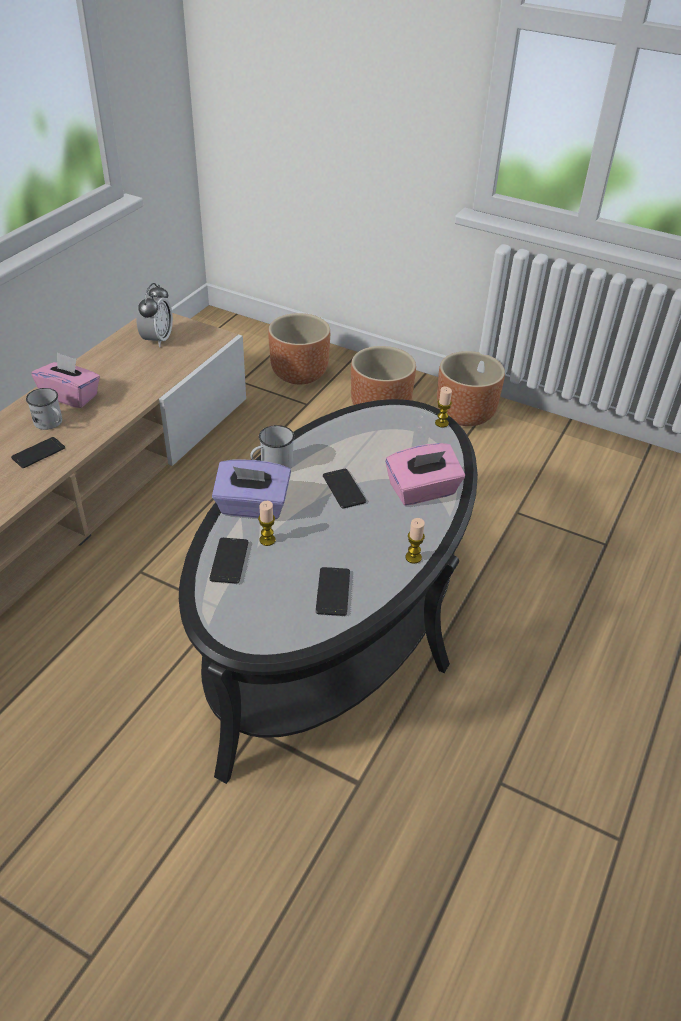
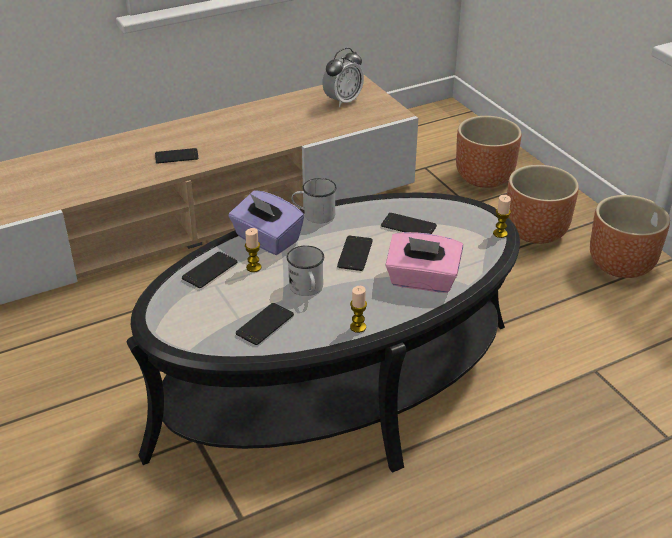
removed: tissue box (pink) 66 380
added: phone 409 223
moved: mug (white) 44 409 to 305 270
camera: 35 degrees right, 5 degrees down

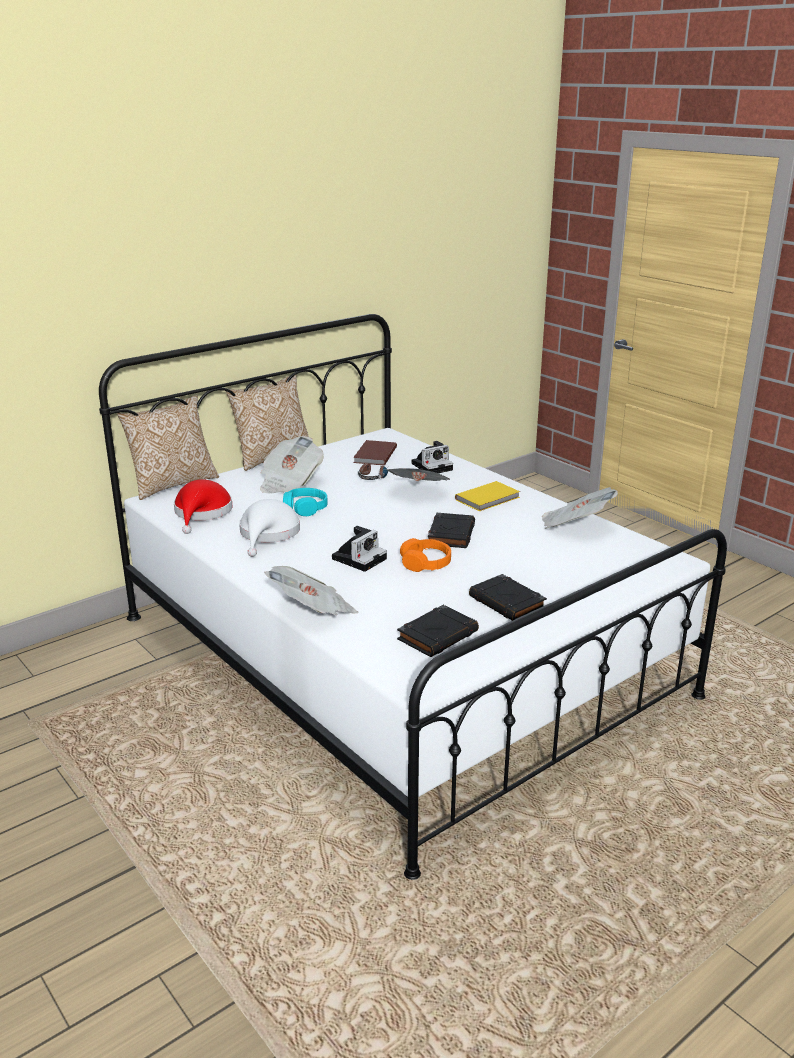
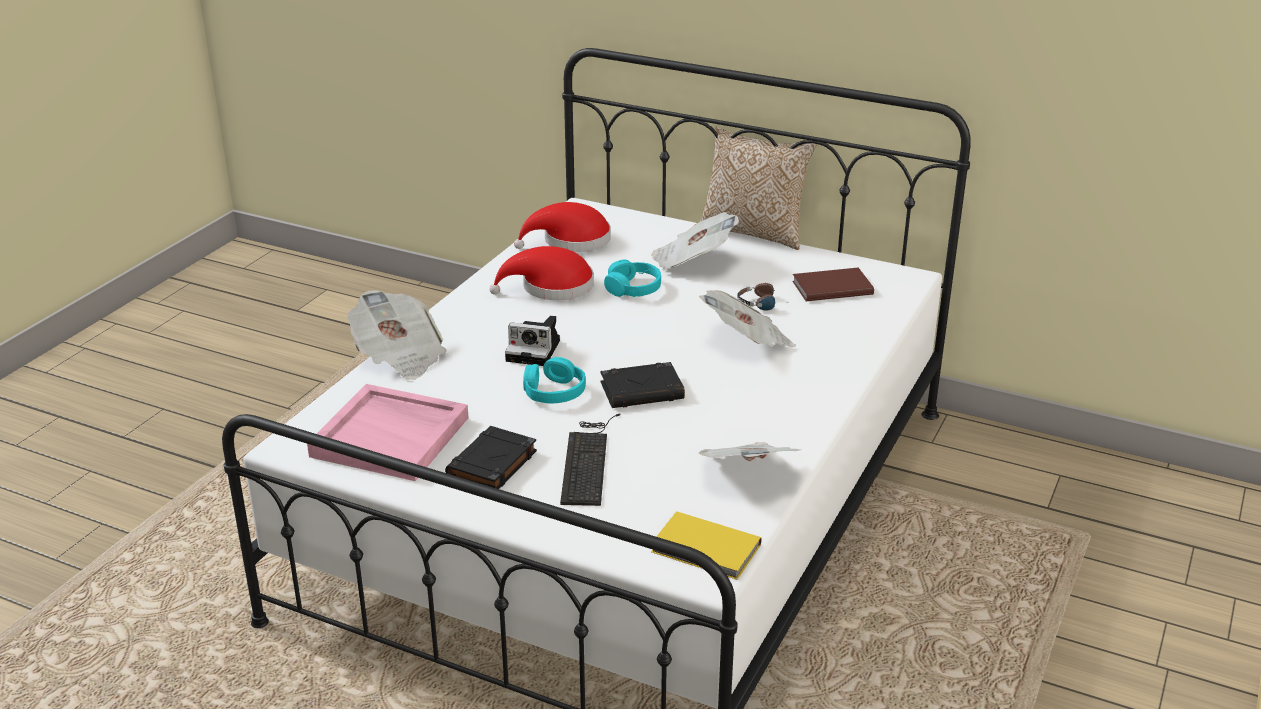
removed: pillow 168 447; photo camera 432 457
added: keyboard 590 460
moved: book (yellow) 487 496 to 706 545
replaced: book (black) 438 631 to tray (pink) 387 432
recoloured: hat (white) 269 528 to hat (red) 542 273; headphones (orange) 425 555 to headphones (turquoise) 554 380
camera: 65 degrees right, 5 degrees up

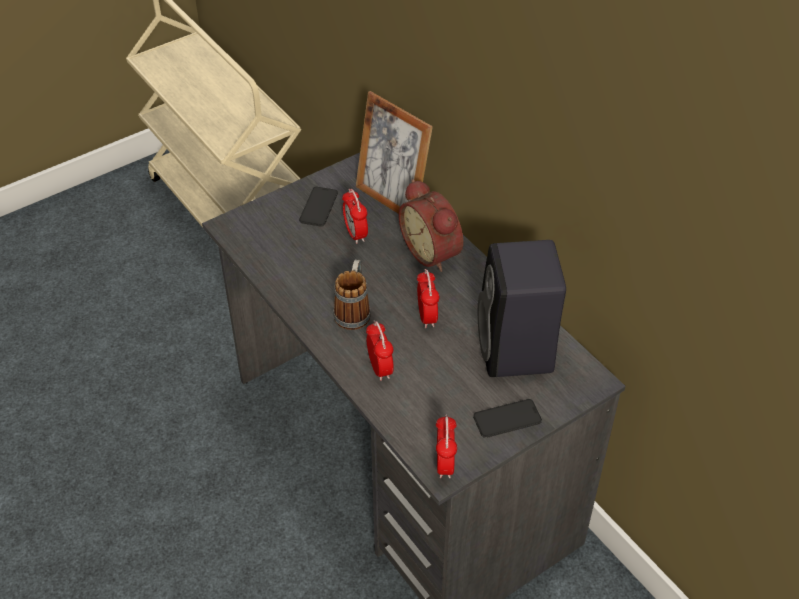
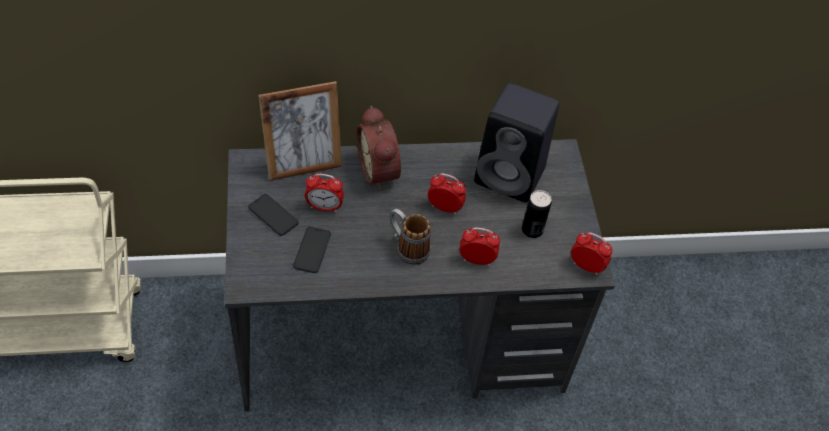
added: can 536 214
moved: phone 507 418 to 312 250
turned: alarm clock 431 225 = 378 148 75 degrees clockwise
camera: 65 degrees left, 5 degrees up

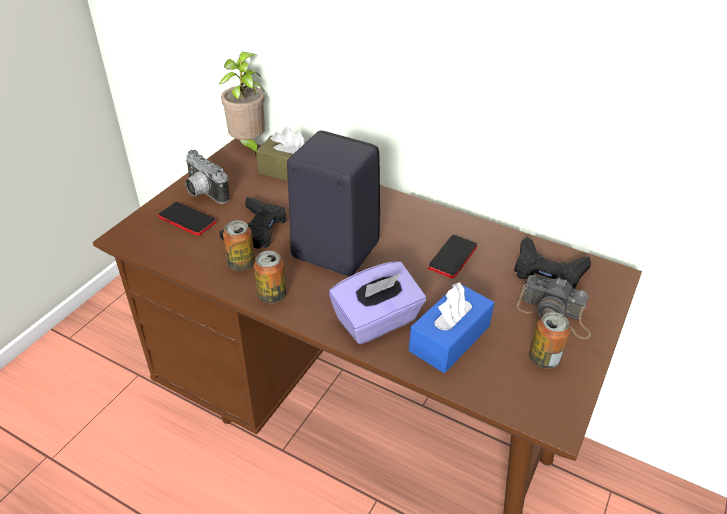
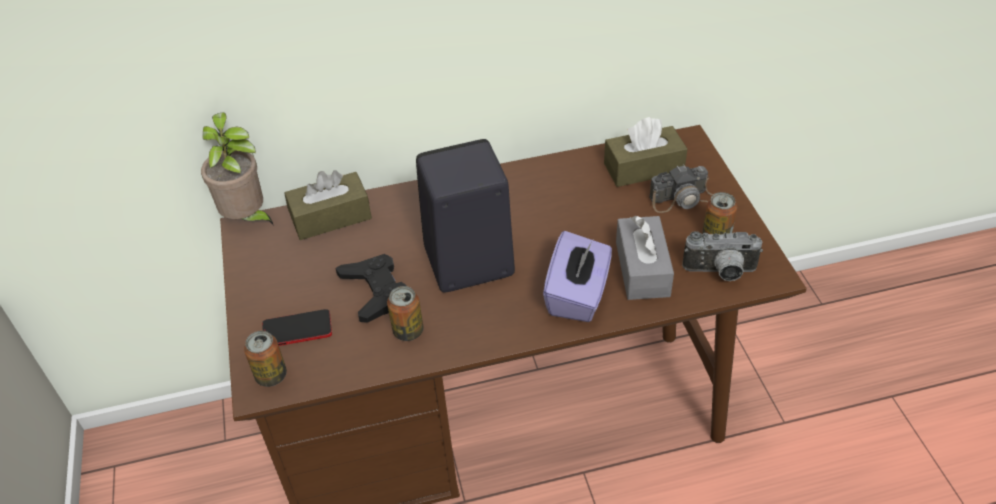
removed: phone 452 256
moved: photo camera 207 177 to 722 256; can 270 277 to 265 359
replaced: game controller (black) 552 263 to tissue box (brown) 645 152
recoloured: tissue box (blue) 451 327 to tissue box (grey) 645 258
camera: 40 degrees left, 5 degrees up

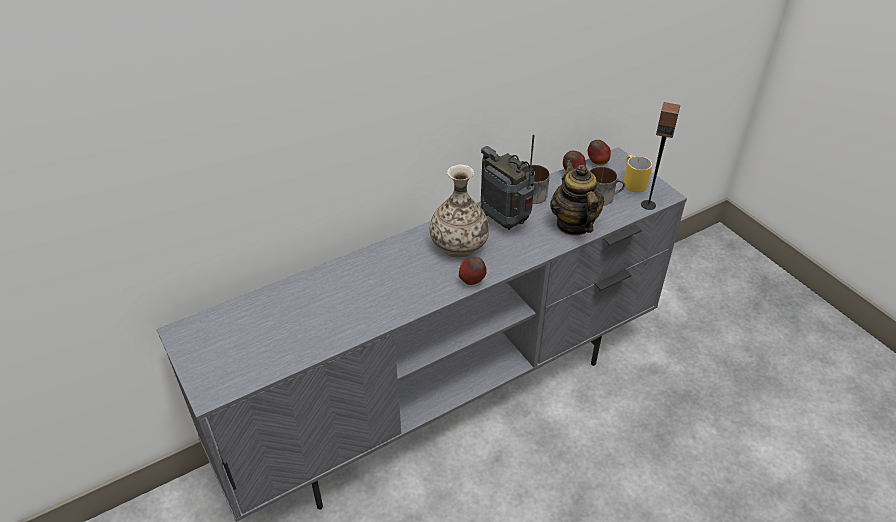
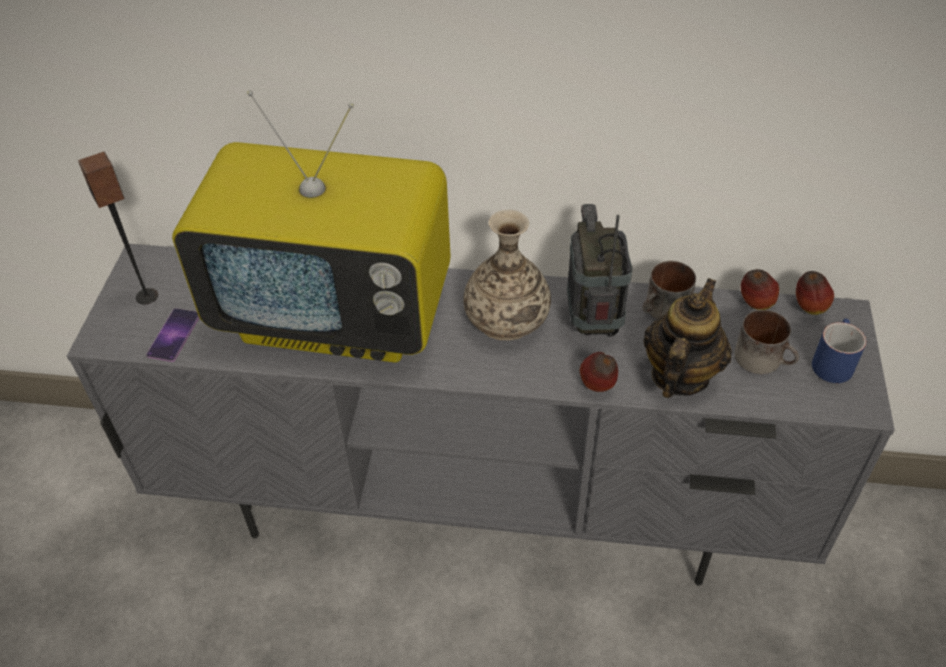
added: phone 172 335; television 311 226
moved: apple 473 271 to 599 372; speaker 660 156 to 118 228
recoloured: mug (yellow) 638 173 to mug (blue) 839 351
camera: 40 degrees right, 5 degrees up

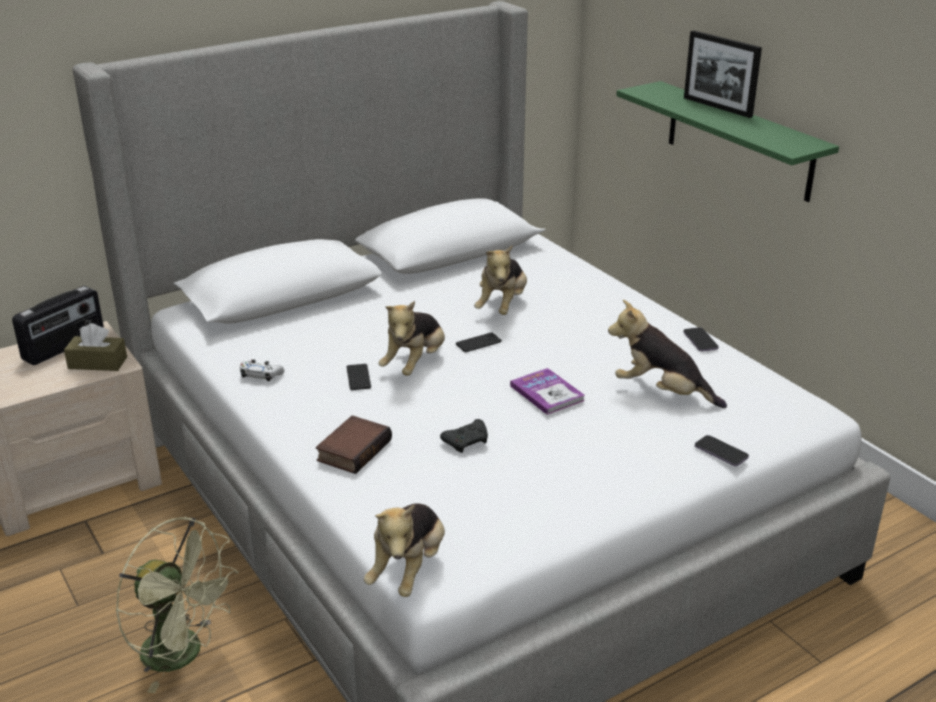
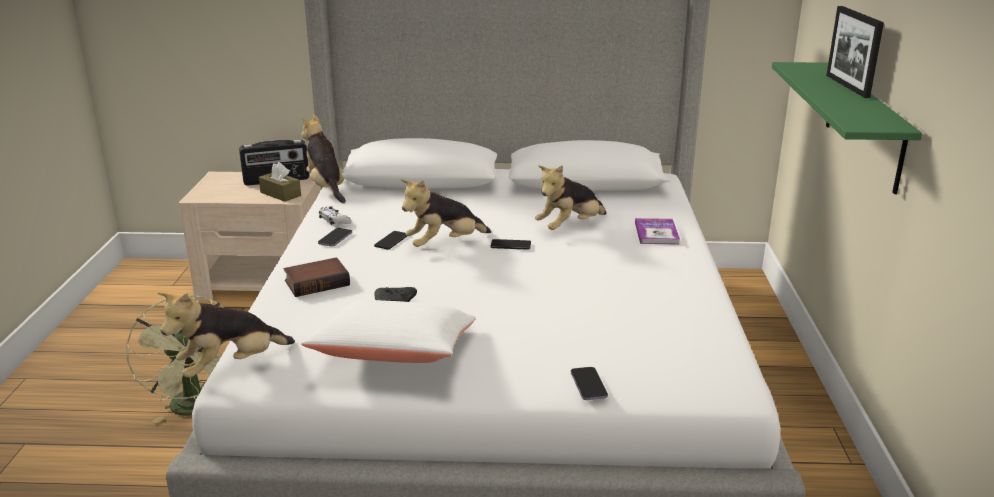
added: pillow (white) 388 331
moved: book 547 391 to 657 231; plush toy 667 354 to 323 159; phone 701 339 to 335 237
camera: 35 degrees right, 5 degrees down

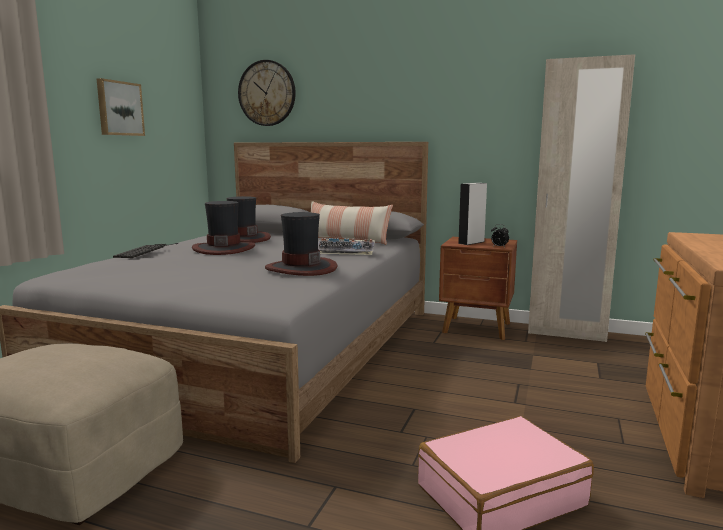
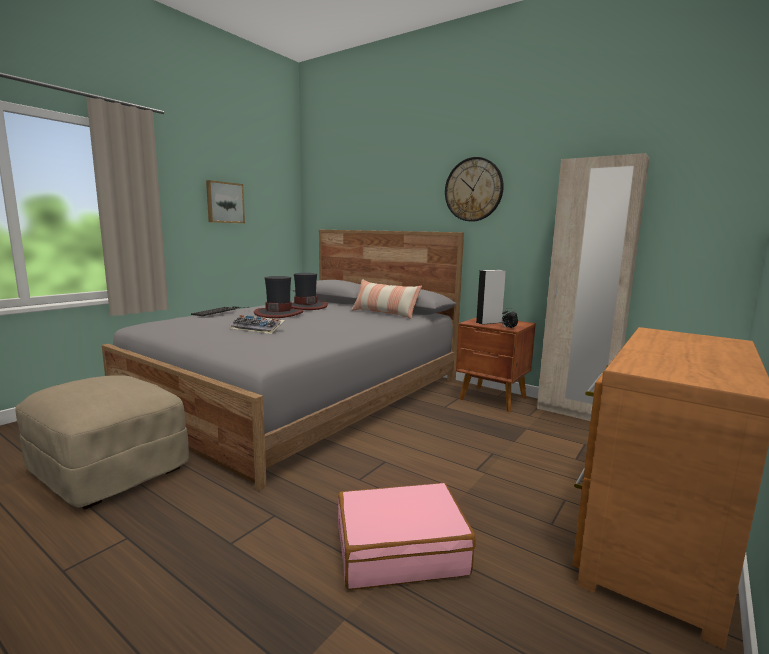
removed: hat 301 244
moved: wall clock 267 93 to 474 189; keyboard 346 246 to 257 324
camera: 15 degrees right, 0 degrees up

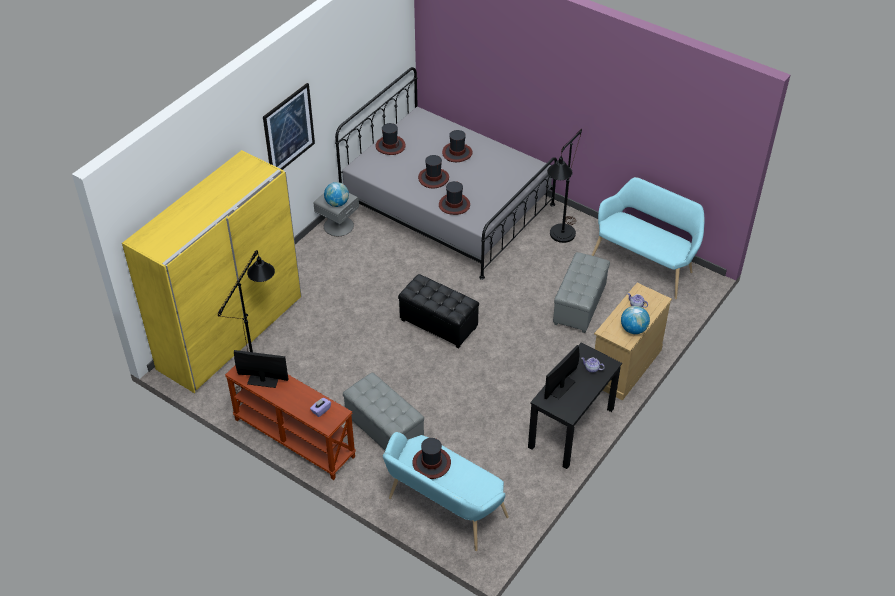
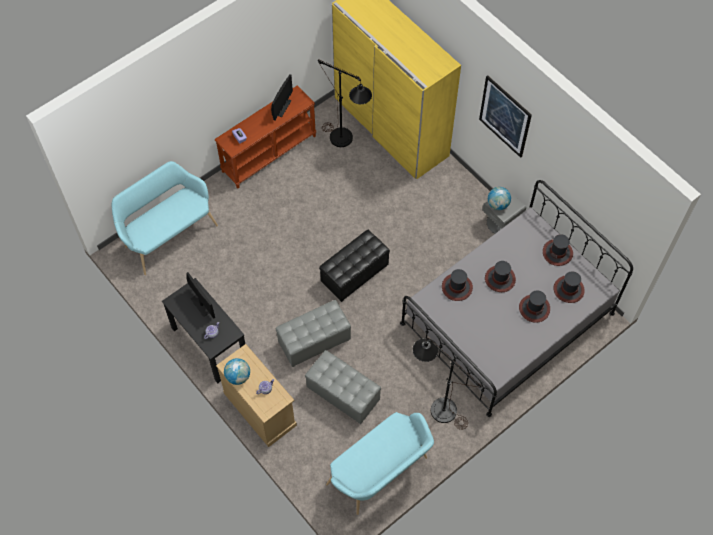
moved: ottoman (grey) 383 411 to 313 333; hat 432 458 to 569 287
camera: 105 degrees right, 15 degrees up

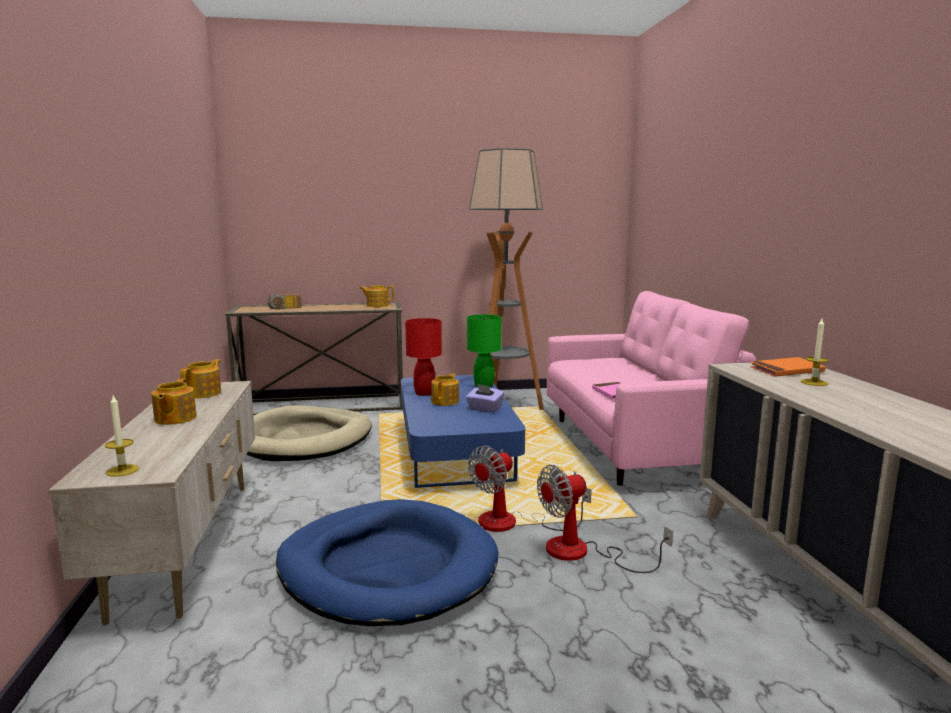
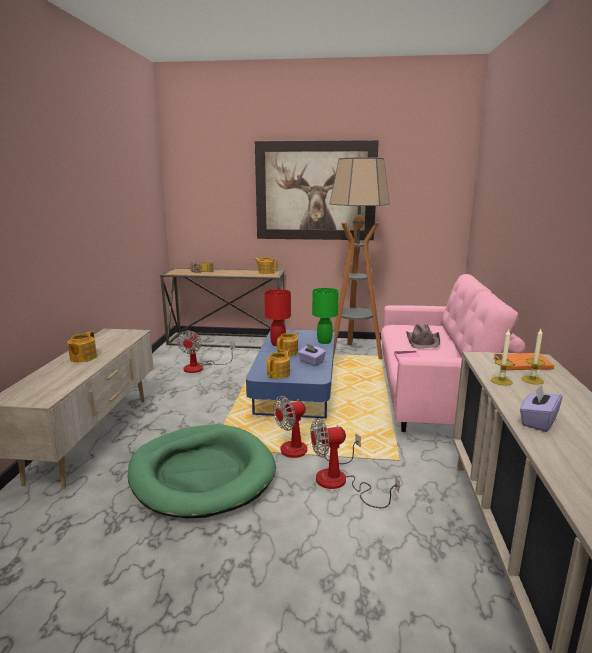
added: picture 317 190; hat (brown) 423 336; tissue box (purple) 541 408
moved: candle 122 436 to 502 358; teapot 200 378 to 278 364
replaced: dog bed (beige) 309 433 to fan 206 351
recoloured: dog bed (blue) 387 562 to dog bed (green) 202 471
camera: 15 degrees right, 5 degrees up

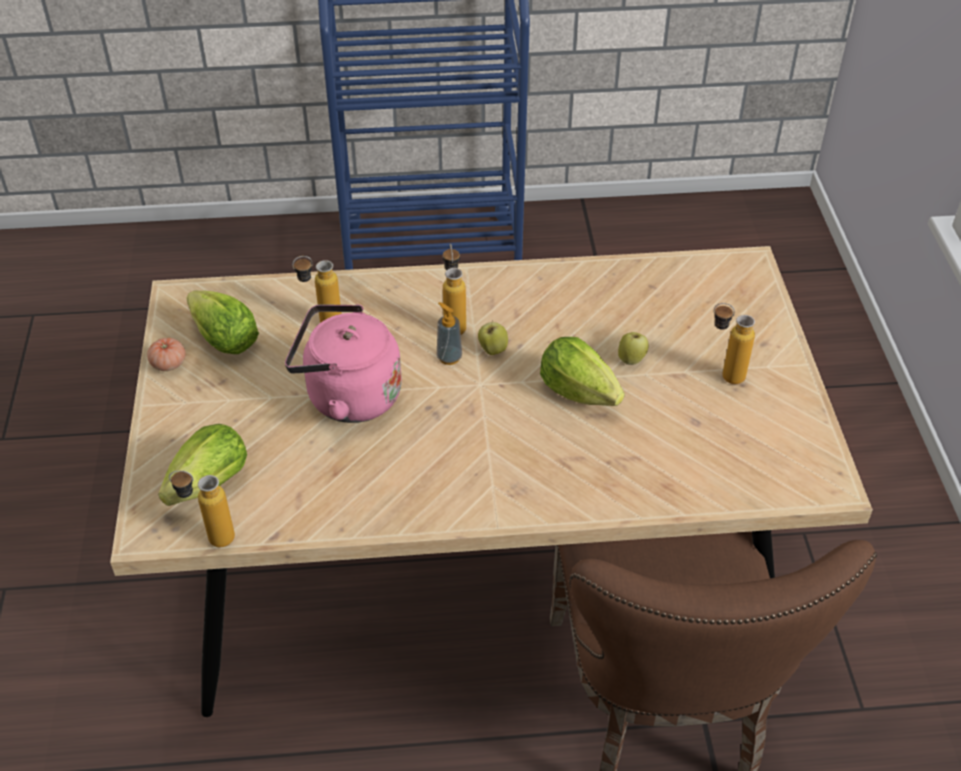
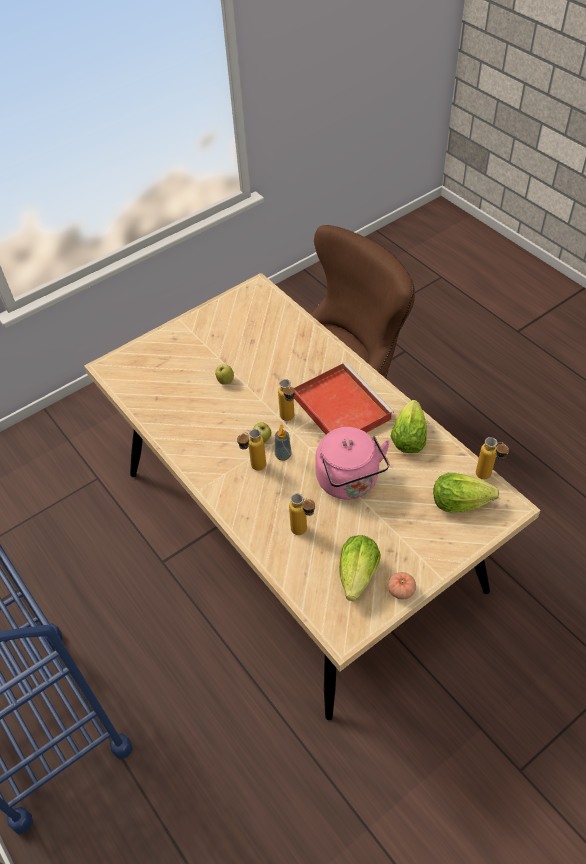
added: tray (red) 344 398
moved: lettuce 582 371 to 408 426; bottle 734 343 to 286 400
camera: 120 degrees left, 5 degrees up

